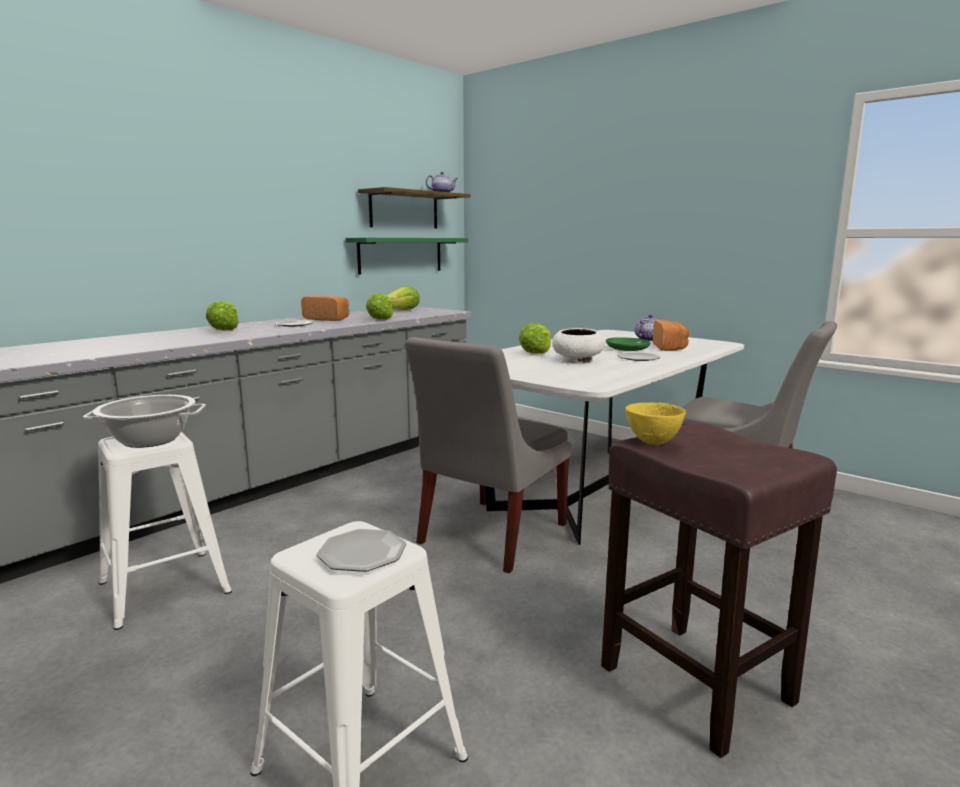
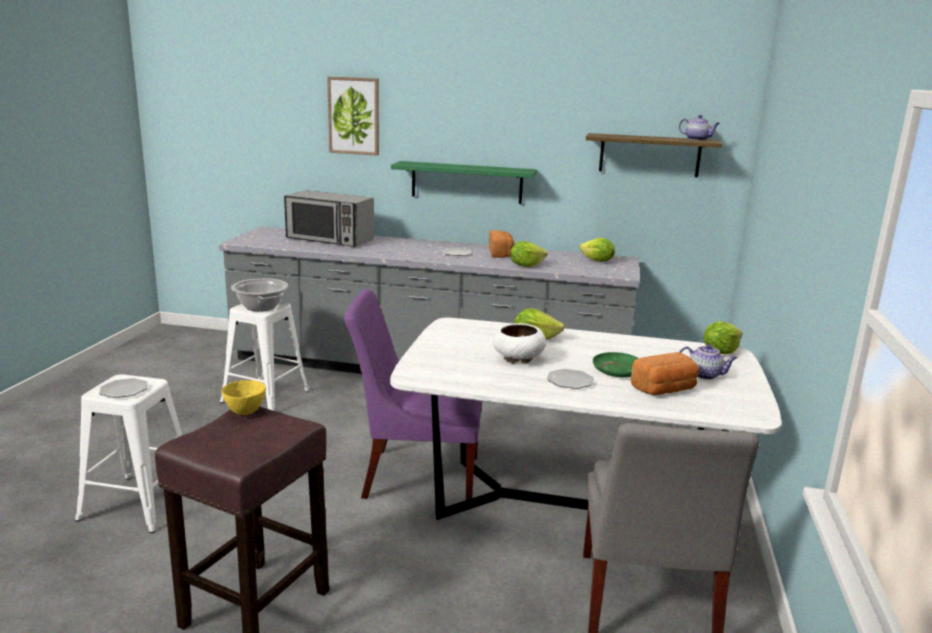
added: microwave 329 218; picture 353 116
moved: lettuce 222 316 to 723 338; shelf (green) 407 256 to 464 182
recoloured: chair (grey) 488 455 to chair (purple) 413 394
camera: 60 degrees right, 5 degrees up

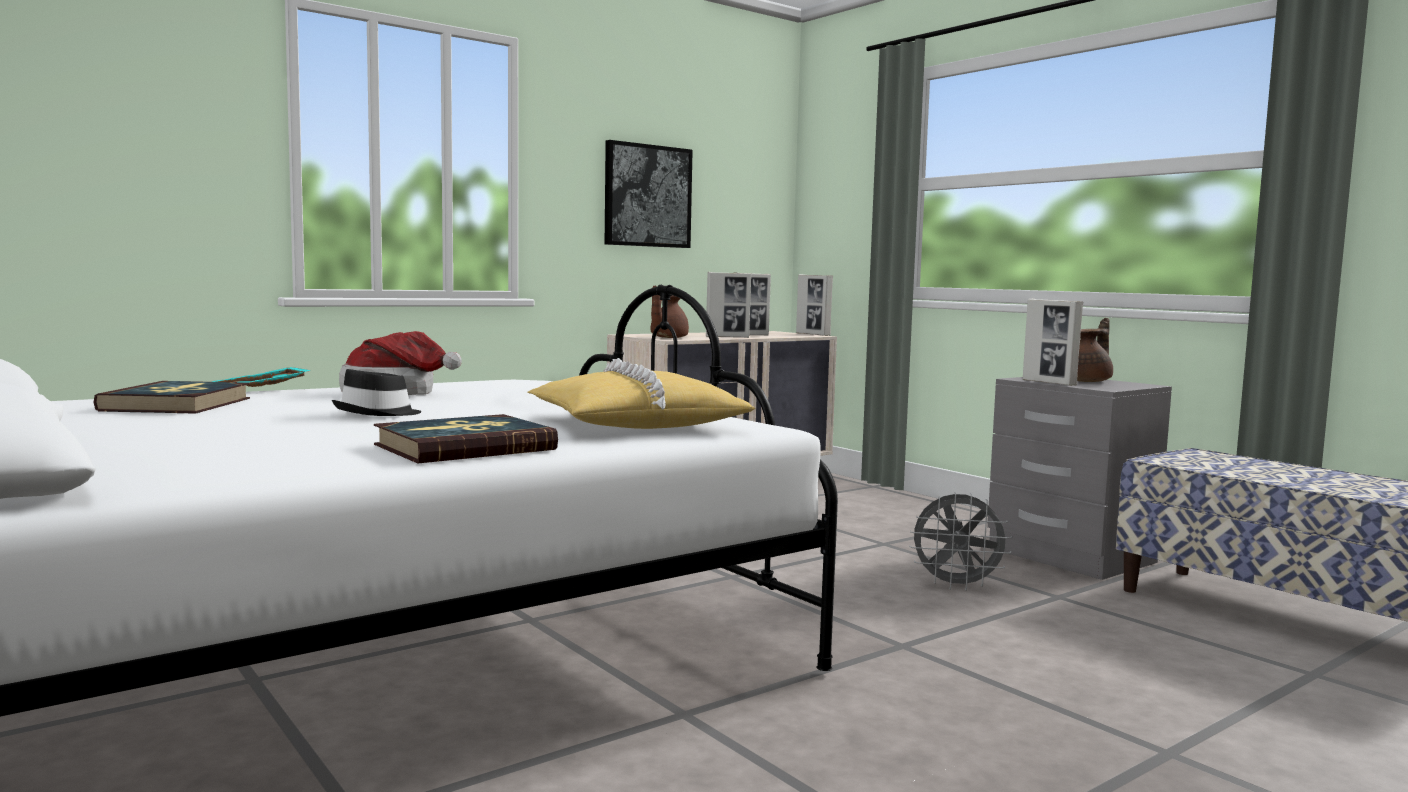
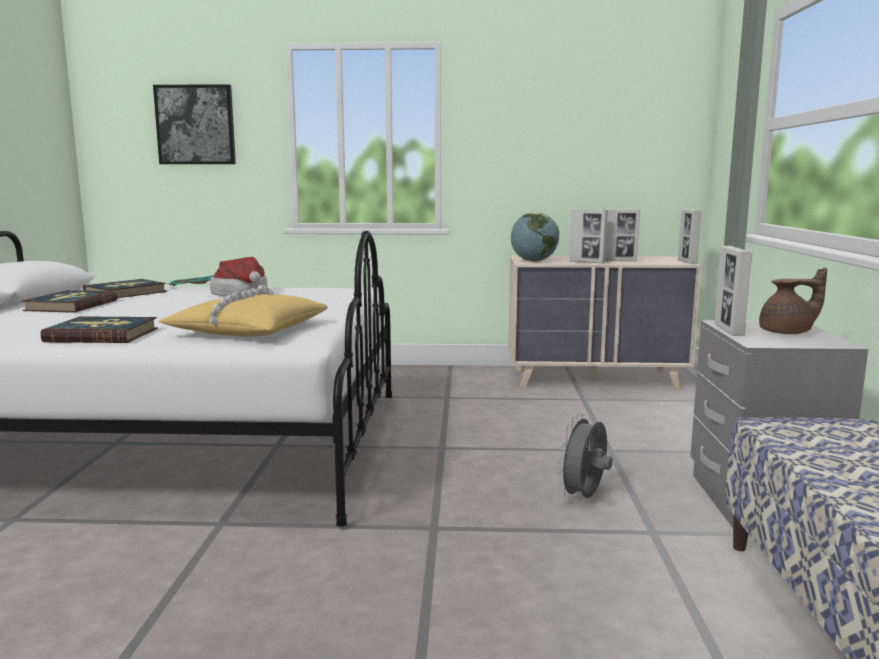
removed: hat (black) 376 392
added: book 69 301
moved: picture 649 194 to 194 124
replaced: teapot (brown) 669 311 to globe 535 237
turned: fan (grey) 960 541 = 585 456 75 degrees clockwise
camera: 40 degrees right, 5 degrees up

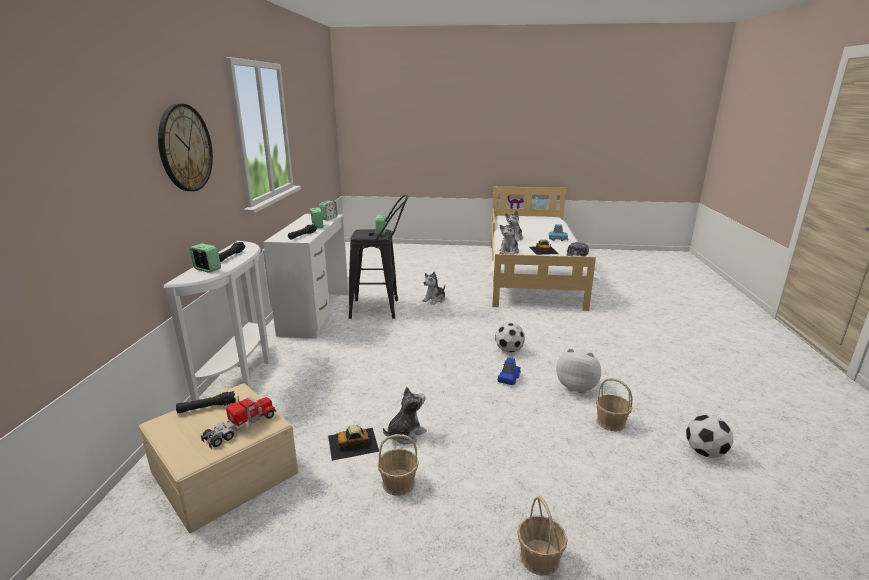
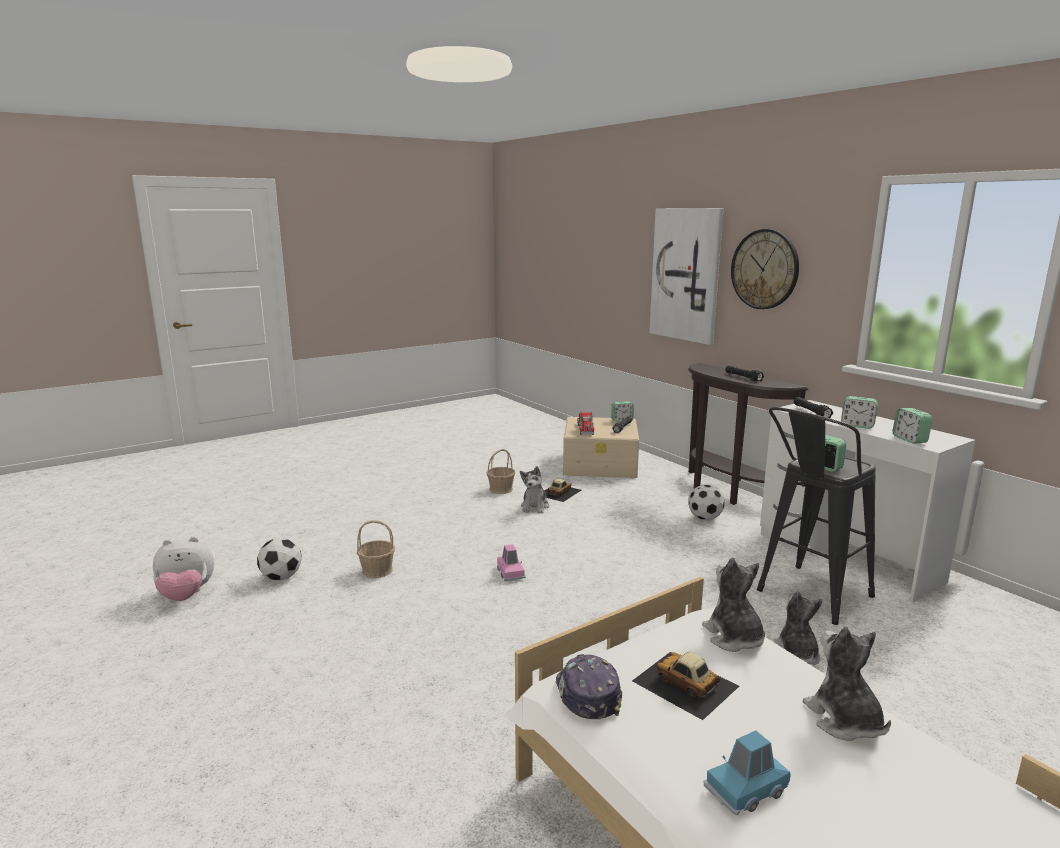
removed: basket 542 536
added: picture 686 276
moved: alarm clock 205 258 to 622 411; football 510 338 to 706 502; plush toy 578 371 to 183 569
recoloured: console table (white) 216 321 to console table (brown) 748 434; toy car (blue) 509 371 to toy car (pink) 511 562
camera: 140 degrees right, 5 degrees down

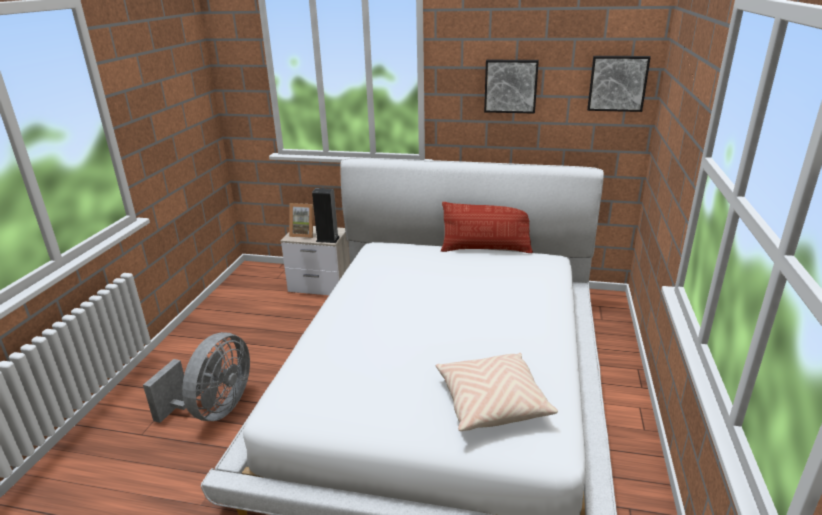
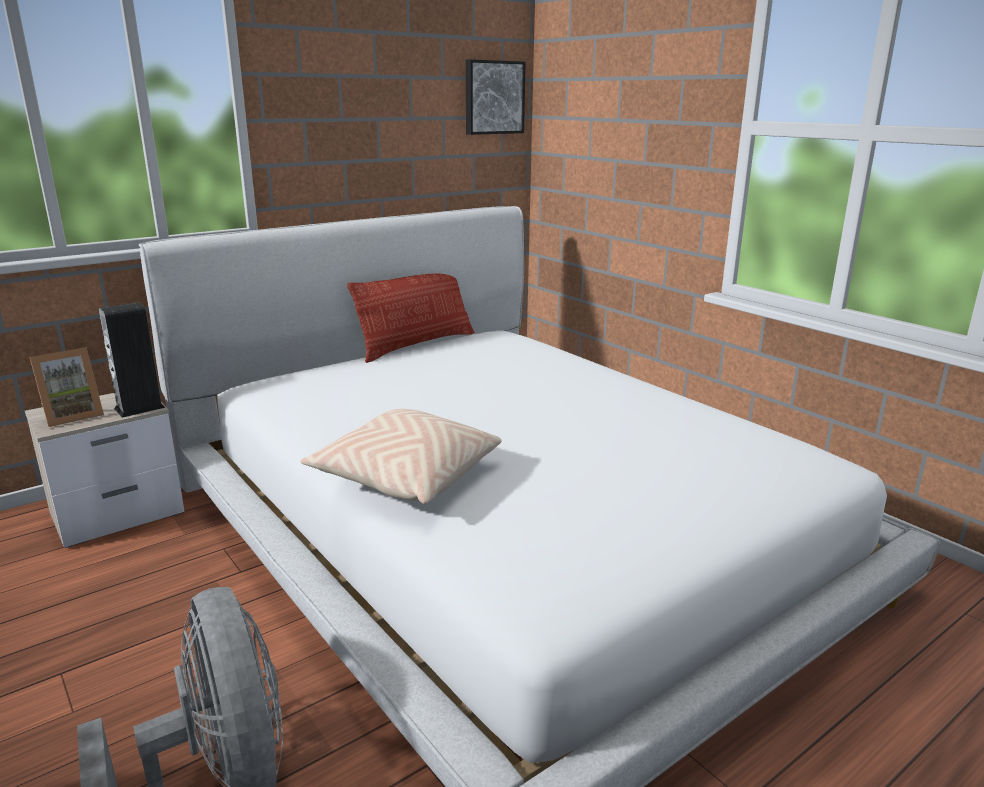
removed: picture 511 87
moved: pillow (beige) 497 392 to 401 456
camera: 50 degrees left, 5 degrees down

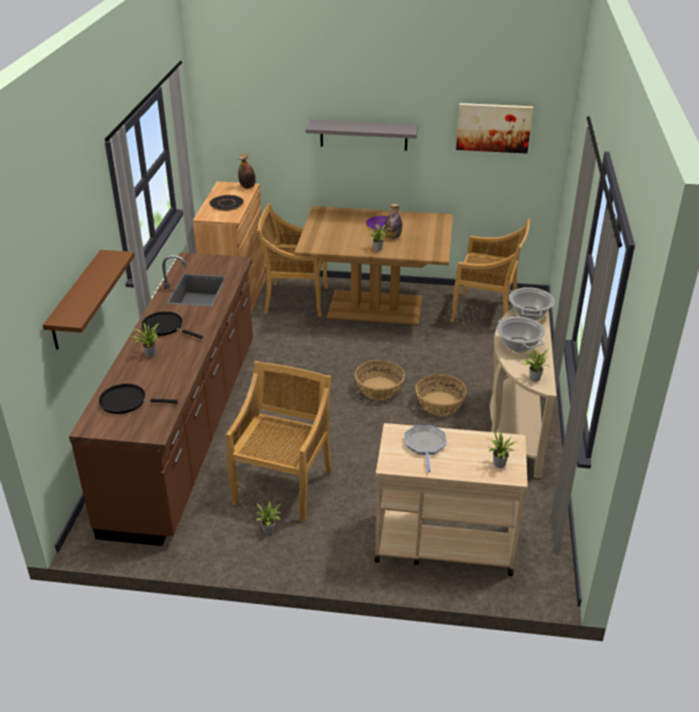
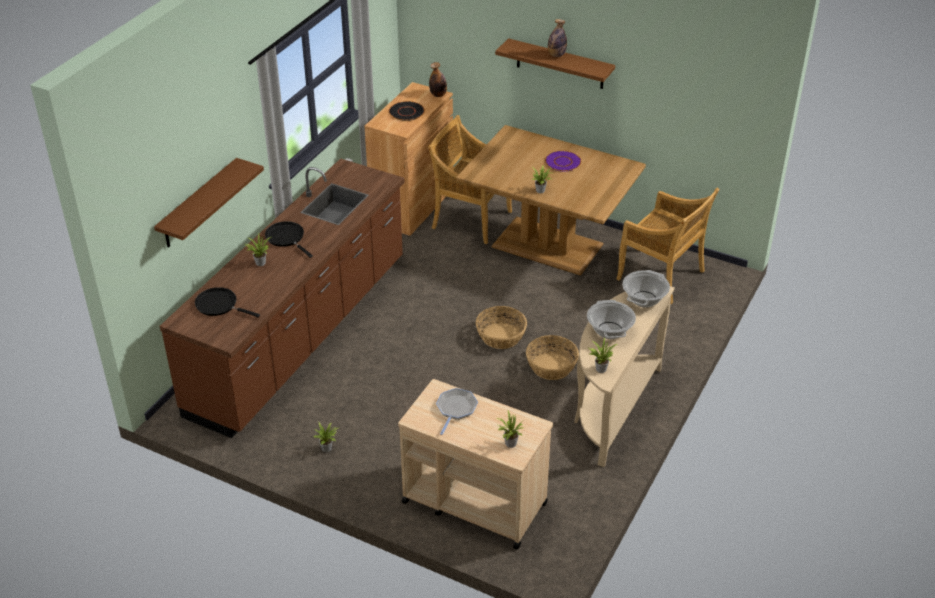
removed: chair (beige) 279 441; picture 494 128
moved: bottle 393 221 to 557 38
recoloured: shelf (grey) 362 135 to shelf (brown) 555 63
camera: 20 degrees right, 5 degrees up

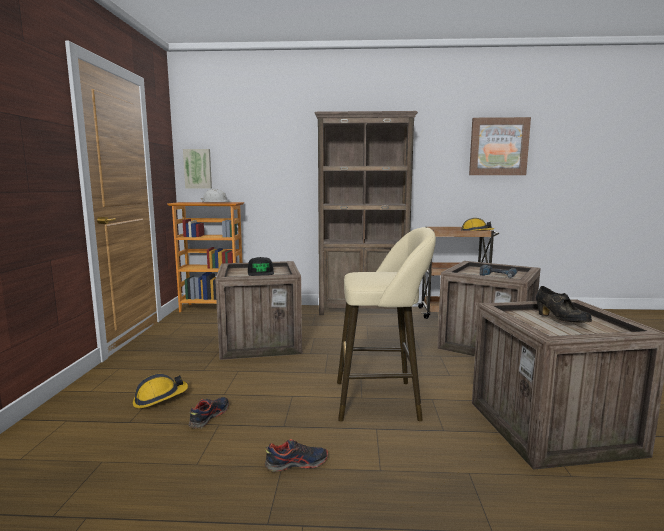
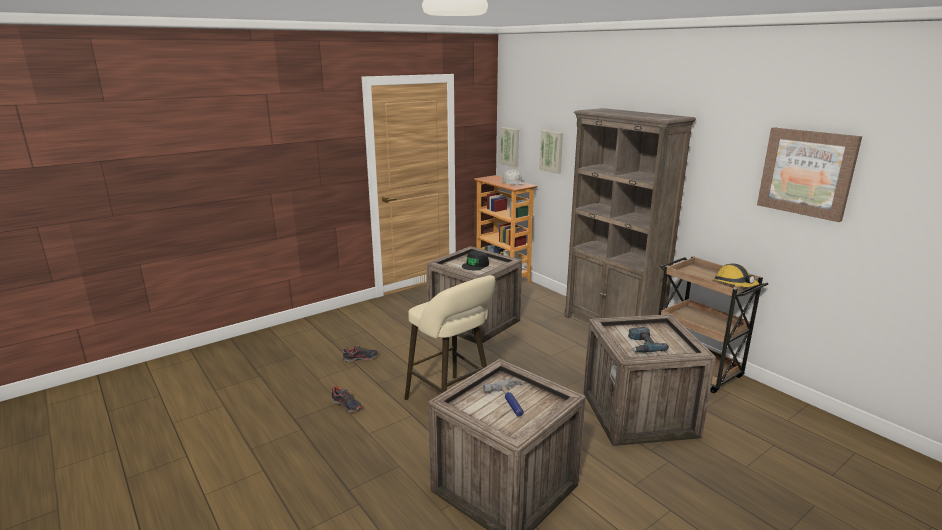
removed: hard hat 160 391
added: picture 551 152
replaced: shoe (black) 564 304 to hammer 504 398
camera: 50 degrees right, 10 degrees up

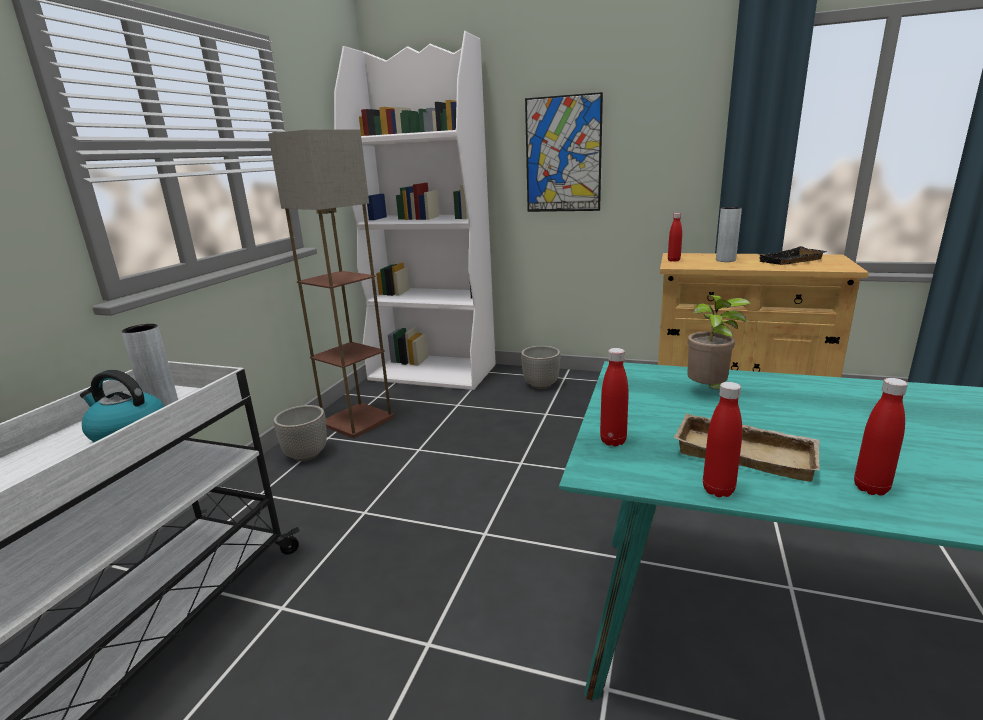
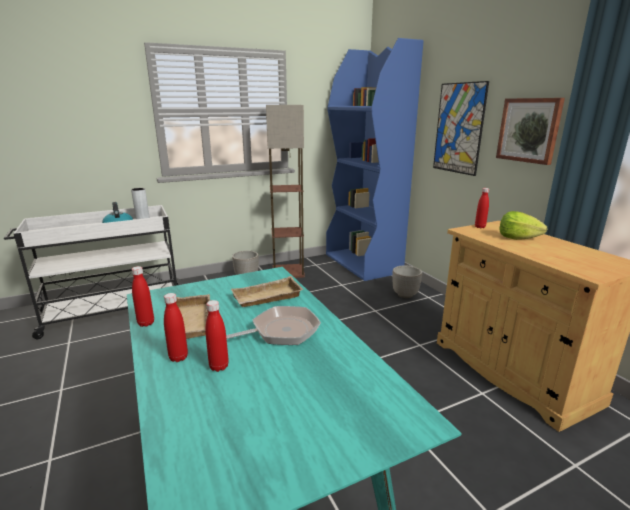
removed: tray (black) 793 255
added: frying pan 273 325; picture 530 131
moved: bottle (red) 614 397 to 217 336
replaced: potted plant 719 342 to tray (beige) 267 291; vase (grey) 729 234 to lettuce 523 225
recoloured: bookcase (white) 415 210 to bookcase (blue) 374 159
camera: 45 degrees right, 0 degrees up

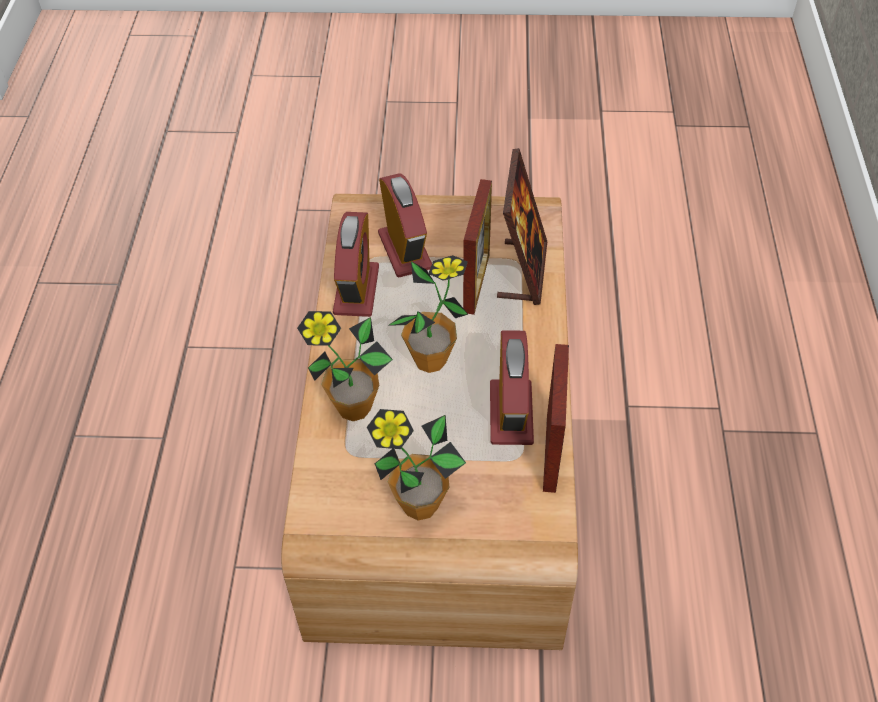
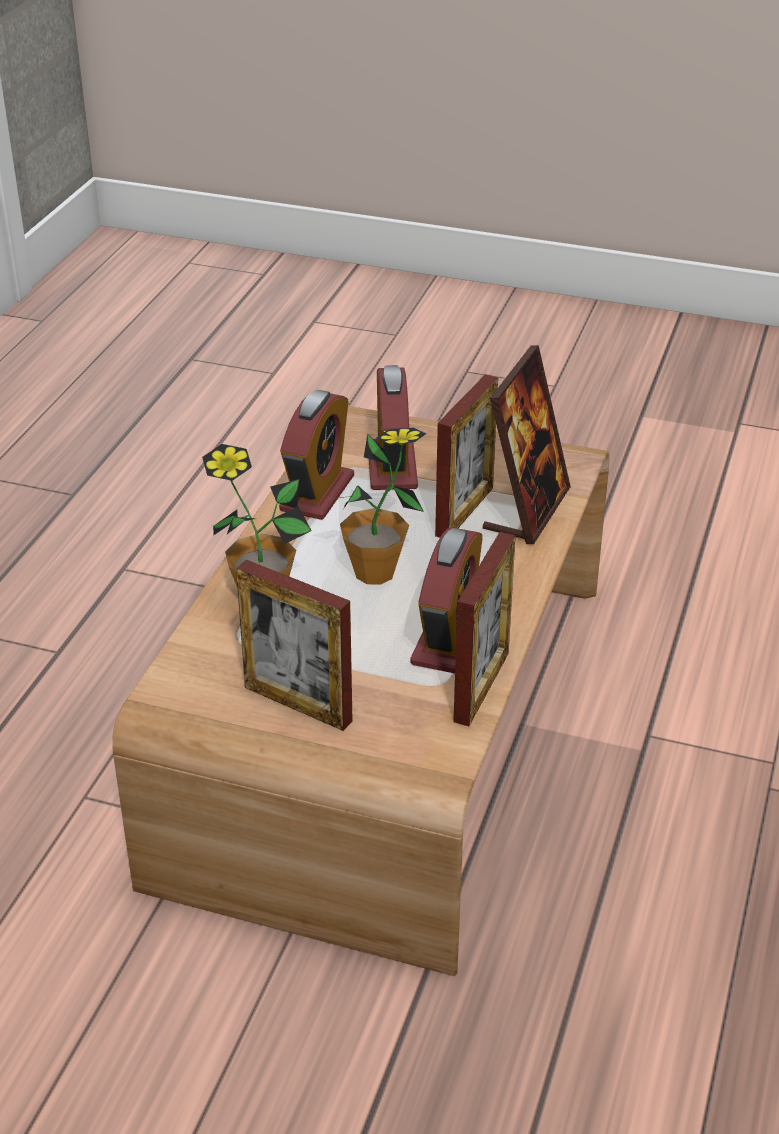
replaced: potted plant 416 465 to picture frame 294 645
camera: 15 degrees right, 15 degrees down

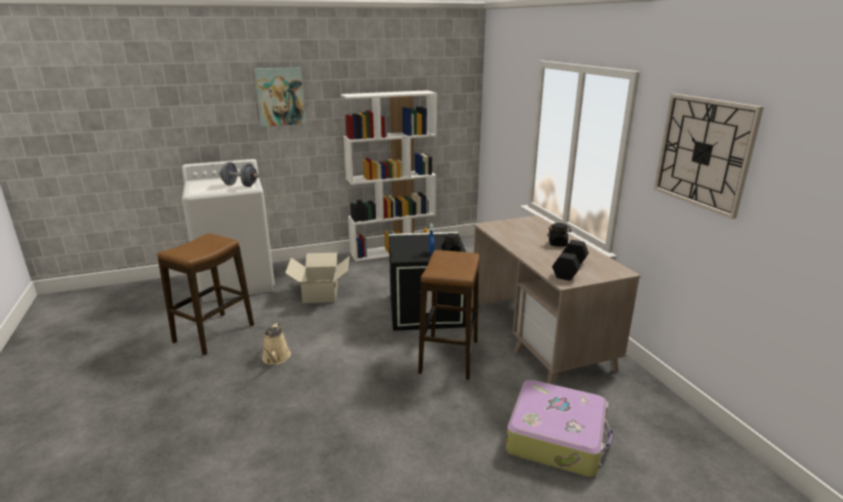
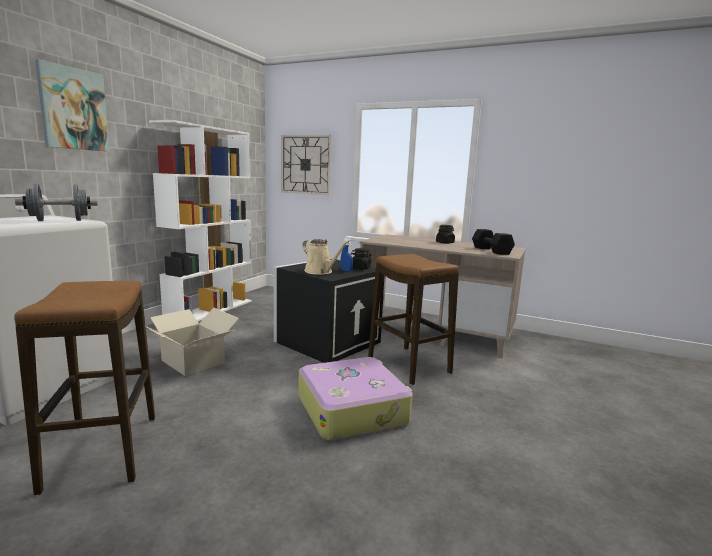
moved: watering can (beige) 276 344 to 325 257; suitcase 560 428 to 355 398; wall clock 709 156 to 306 165
camera: 45 degrees left, 10 degrees down

